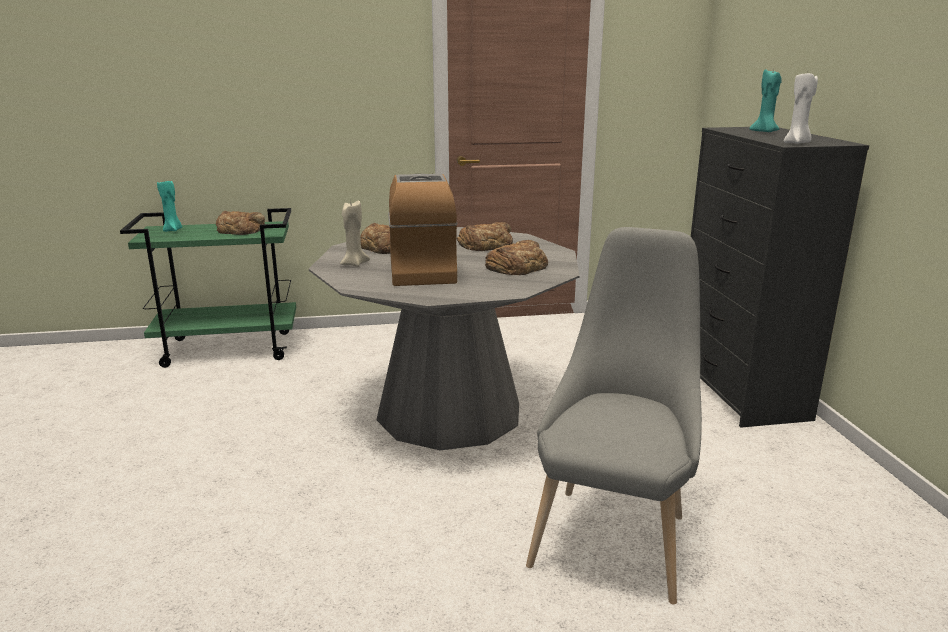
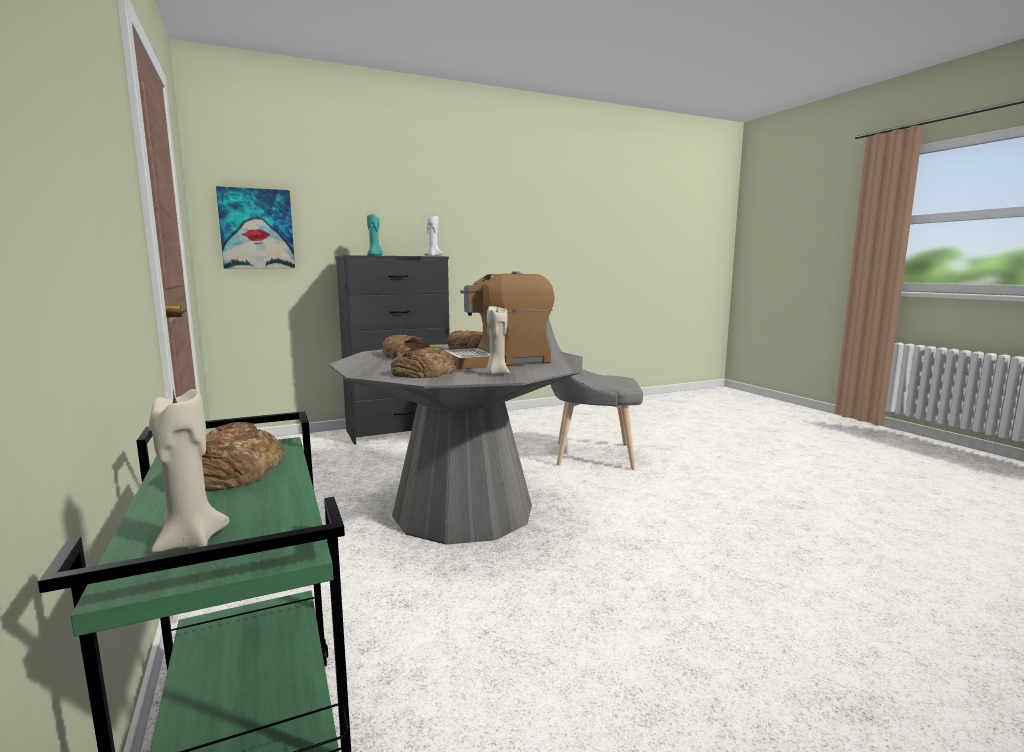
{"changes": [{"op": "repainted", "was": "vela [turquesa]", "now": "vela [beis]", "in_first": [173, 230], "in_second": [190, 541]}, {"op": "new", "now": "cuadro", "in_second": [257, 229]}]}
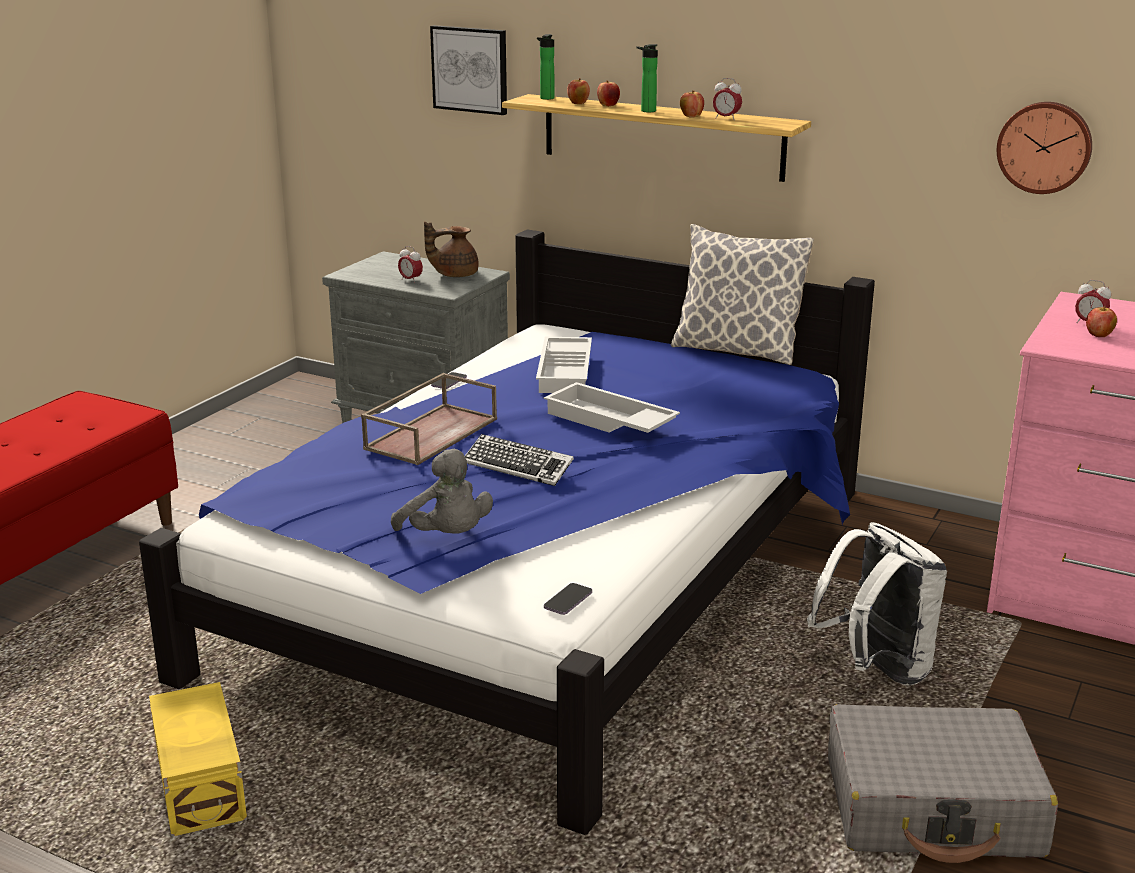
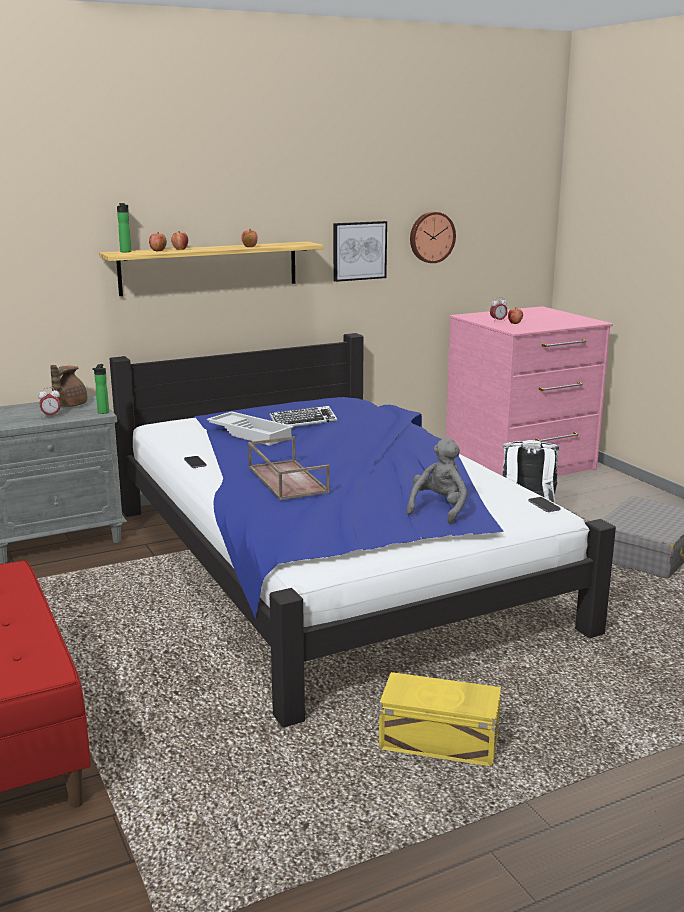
{"changes": [{"op": "shifted", "was": "cuadro", "in_first": [470, 69], "in_second": [359, 250]}, {"op": "shifted", "was": "botella", "in_first": [646, 111], "in_second": [102, 413]}, {"op": "gone", "was": "despertador", "in_first": [726, 118]}, {"op": "gone", "was": "cojín", "in_first": [736, 351]}, {"op": "gone", "was": "bandeja [blanco]", "in_first": [608, 421]}, {"op": "shifted", "was": "teclado", "in_first": [518, 467], "in_second": [303, 421]}, {"op": "rotated", "was": "peluche [gris]", "in_first": [447, 536], "in_second": [439, 509], "clockwise": -60}]}
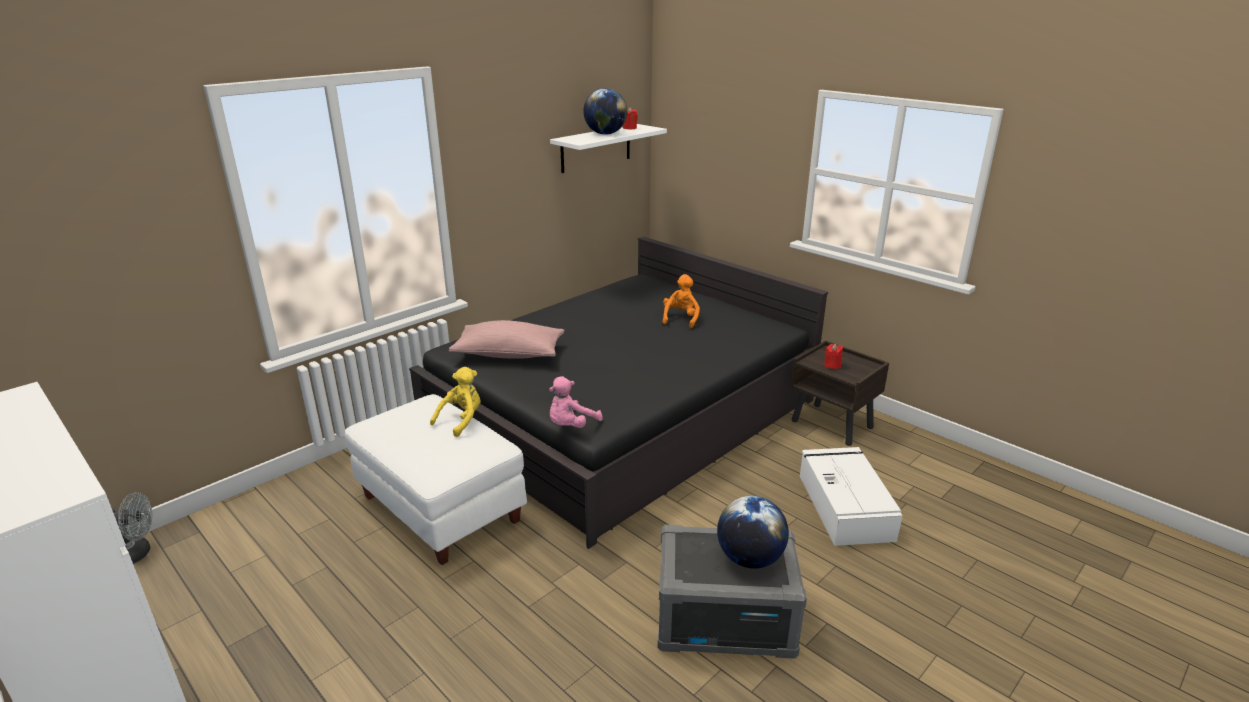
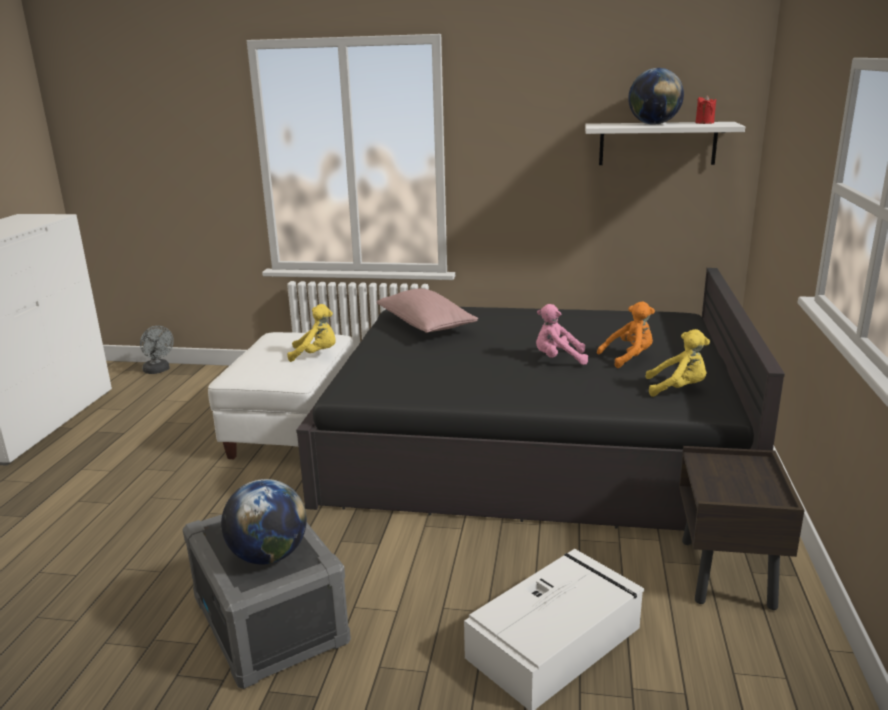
{"changes": [{"op": "gone", "was": "vela [rojo]", "in_first": [832, 365]}, {"op": "shifted", "was": "peluche [rosa]", "in_first": [571, 425], "in_second": [558, 359]}, {"op": "new", "now": "peluche [amarillo]", "in_second": [678, 389]}]}
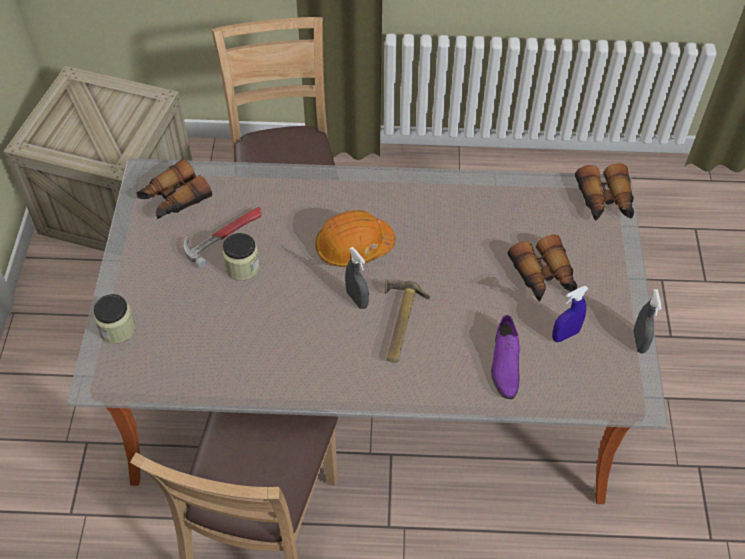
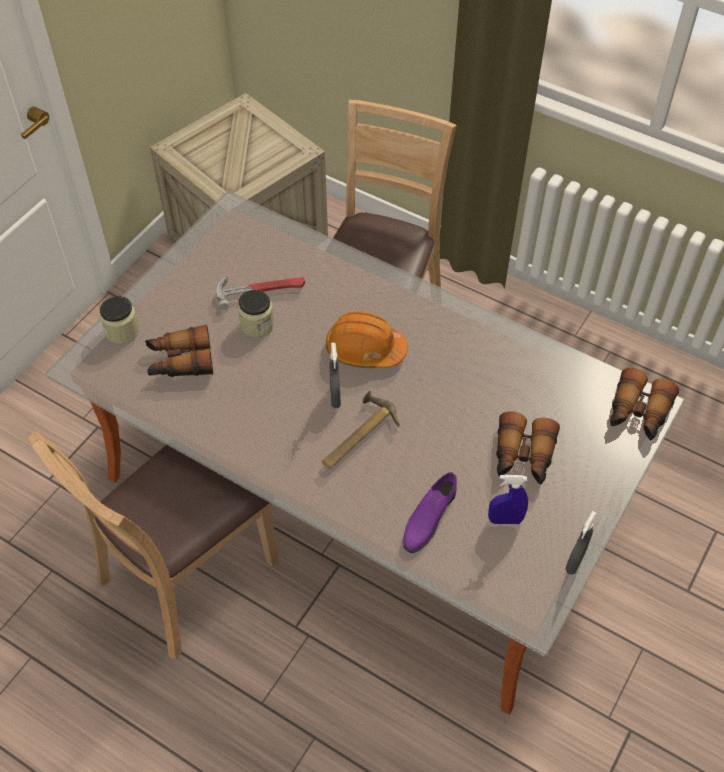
{"changes": [{"op": "shifted", "was": "prismáticos", "in_first": [174, 199], "in_second": [180, 361]}]}
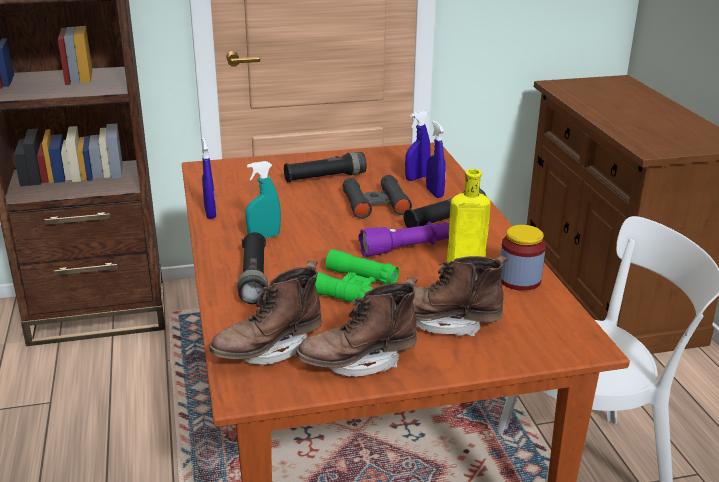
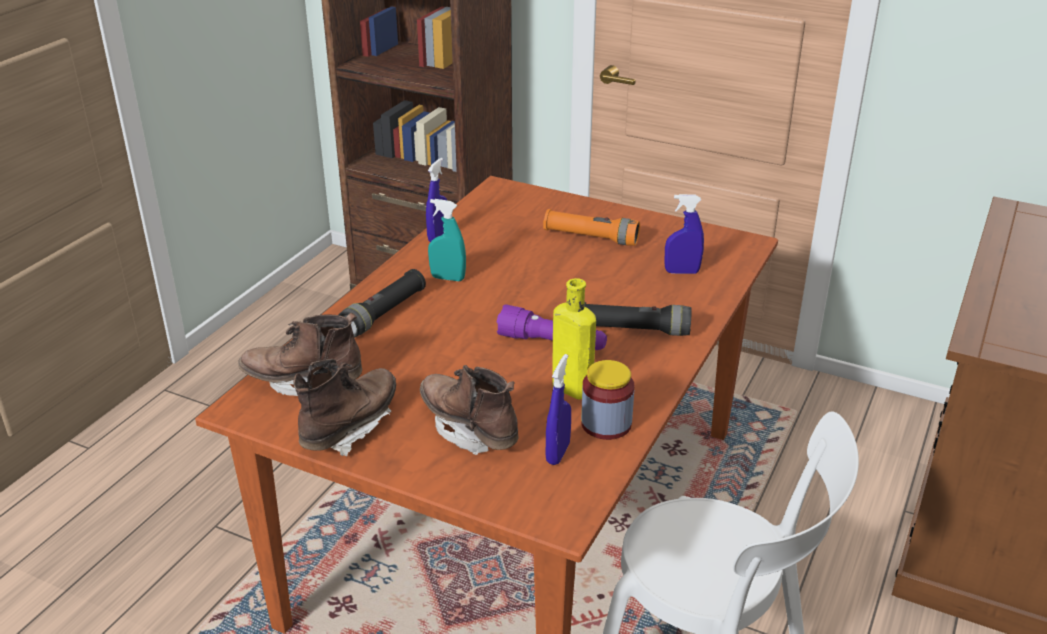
{"changes": [{"op": "shifted", "was": "pulverizador [azul]", "in_first": [434, 193], "in_second": [558, 453]}, {"op": "repainted", "was": "linterna [negro]", "now": "linterna [naranja]", "in_first": [325, 177], "in_second": [591, 238]}, {"op": "gone", "was": "prismáticos [negro]", "in_first": [375, 203]}, {"op": "gone", "was": "prismáticos [verde]", "in_first": [351, 287]}, {"op": "rotated", "was": "bota [marrón]", "in_first": [358, 361], "in_second": [350, 427], "clockwise": 105}]}
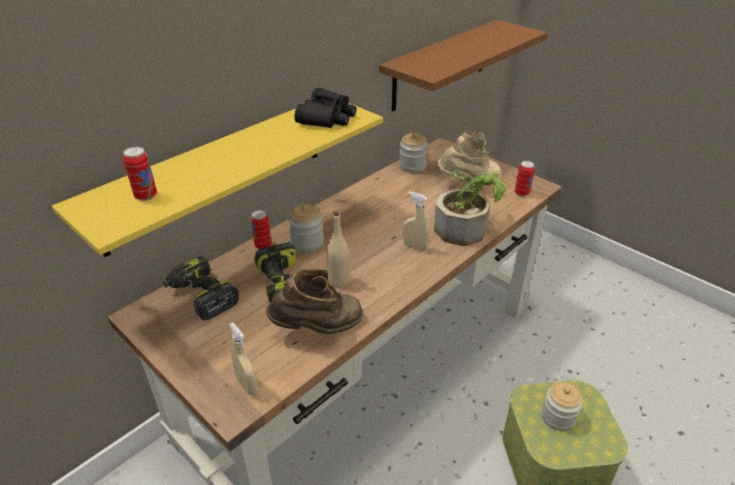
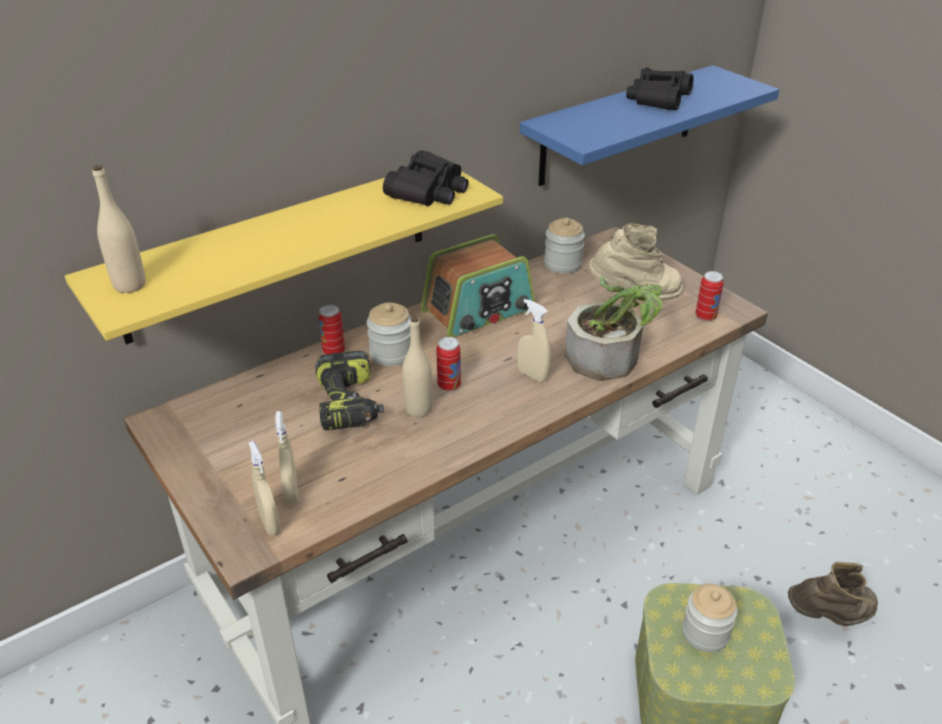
{"changes": [{"op": "repainted", "was": "estante [marrón]", "now": "estante [azul]", "in_first": [441, 65], "in_second": [619, 125]}, {"op": "shifted", "was": "lata", "in_first": [146, 196], "in_second": [449, 385]}, {"op": "gone", "was": "taladro", "in_first": [201, 296]}, {"op": "shifted", "was": "bota [marrón]", "in_first": [318, 328], "in_second": [829, 617]}, {"op": "new", "now": "prismáticos [negro]", "in_second": [658, 99]}, {"op": "new", "now": "botella [beis]", "in_second": [130, 285]}, {"op": "new", "now": "radio", "in_second": [479, 310]}, {"op": "new", "now": "pulverizador [beis]", "in_second": [291, 492]}]}
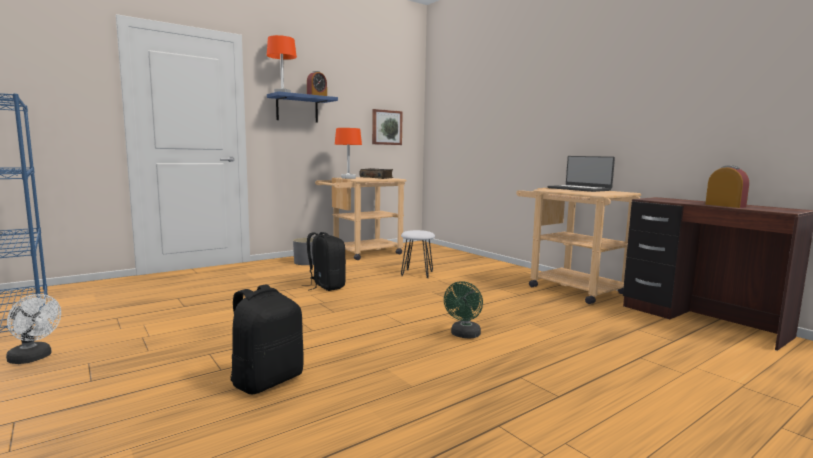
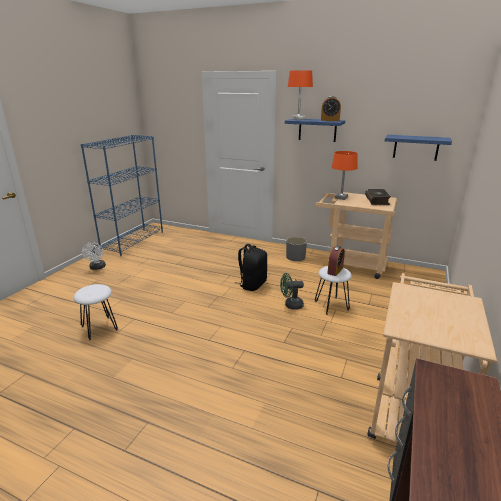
{"changes": [{"op": "swapped", "was": "cuadro", "now": "estante [azul]", "in_first": [386, 127], "in_second": [416, 147]}, {"op": "gone", "was": "portátil", "in_first": [579, 189]}, {"op": "shifted", "was": "despertador", "in_first": [725, 205], "in_second": [335, 270]}, {"op": "shifted", "was": "ventilador [verde]", "in_first": [464, 335], "in_second": [291, 305]}, {"op": "swapped", "was": "mochila [negro]", "now": "taburete [blanco]", "in_first": [267, 380], "in_second": [100, 328]}]}
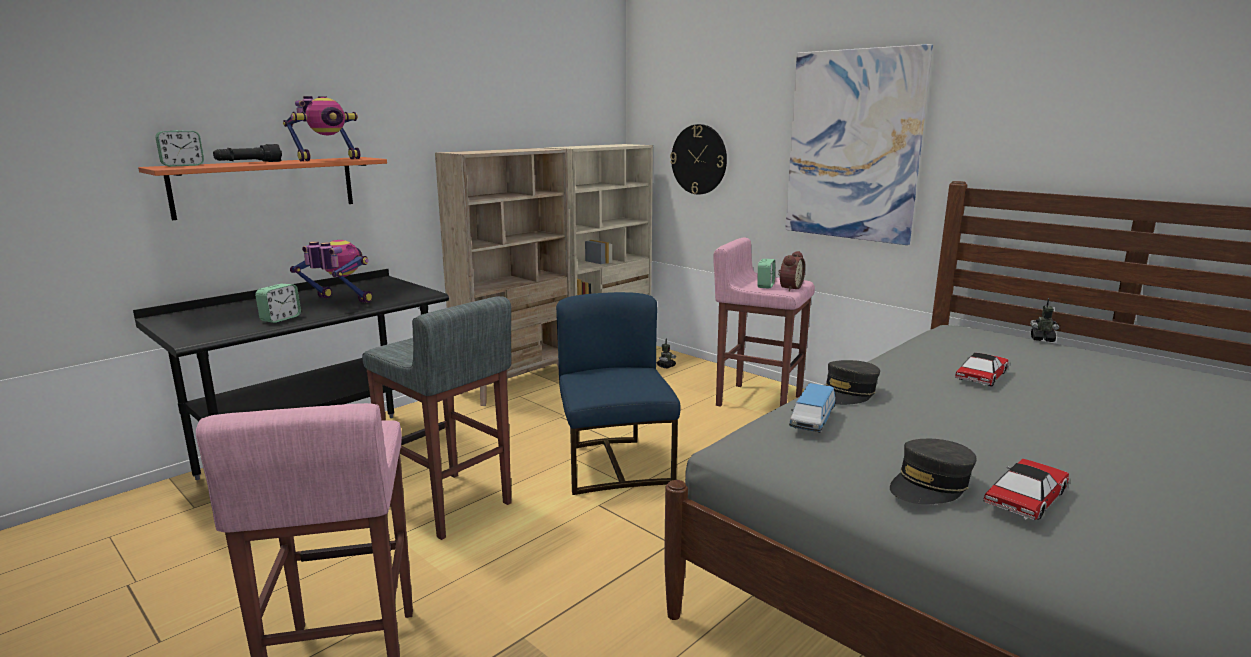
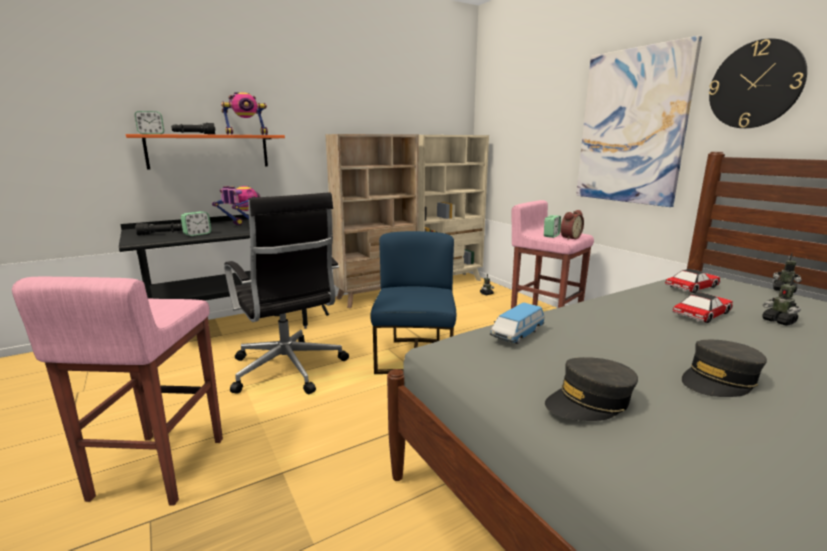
{"changes": [{"op": "shifted", "was": "reloj de pared", "in_first": [699, 159], "in_second": [755, 85]}, {"op": "swapped", "was": "taburete [gris]", "now": "silla de oficina [negro]", "in_first": [448, 505], "in_second": [288, 370]}, {"op": "shifted", "was": "gorra [gris]", "in_first": [848, 393], "in_second": [719, 380]}, {"op": "shifted", "was": "coche de juguete", "in_first": [1025, 499], "in_second": [692, 287]}, {"op": "new", "now": "linterna [negro]", "in_second": [161, 234]}, {"op": "new", "now": "robot de juguete", "in_second": [778, 321]}]}
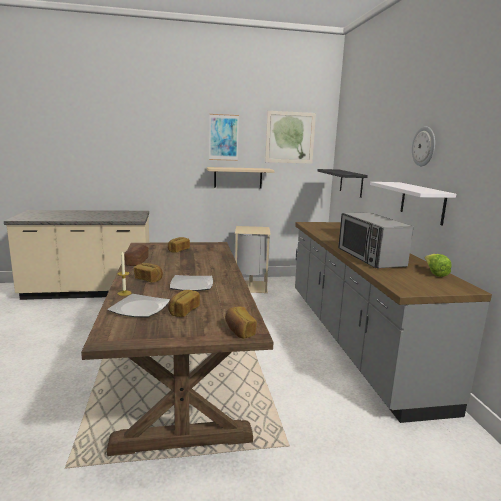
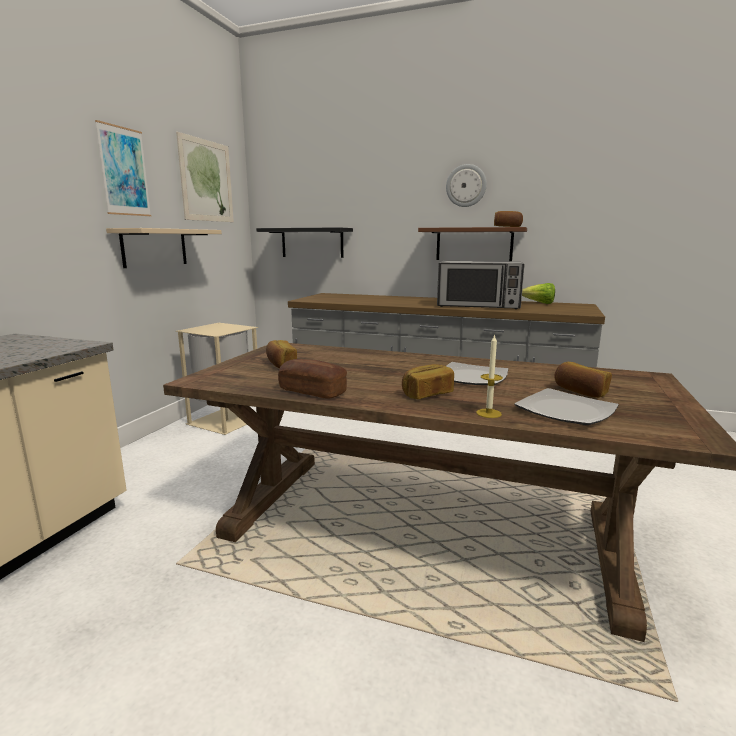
{"changes": [{"op": "repainted", "was": "estante [blanco]", "now": "estante [marrón]", "in_first": [422, 202], "in_second": [474, 244]}, {"op": "shifted", "was": "pan", "in_first": [239, 331], "in_second": [507, 227]}]}
